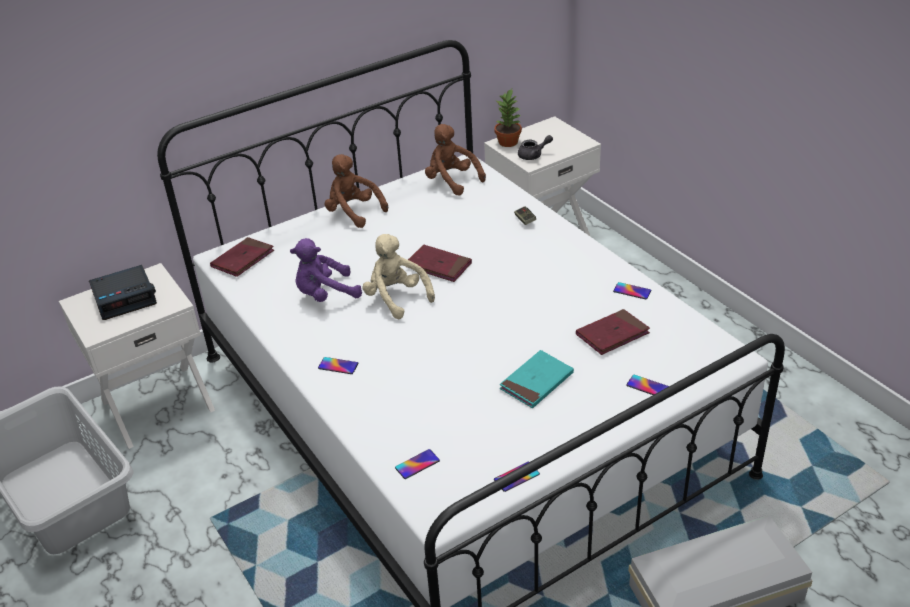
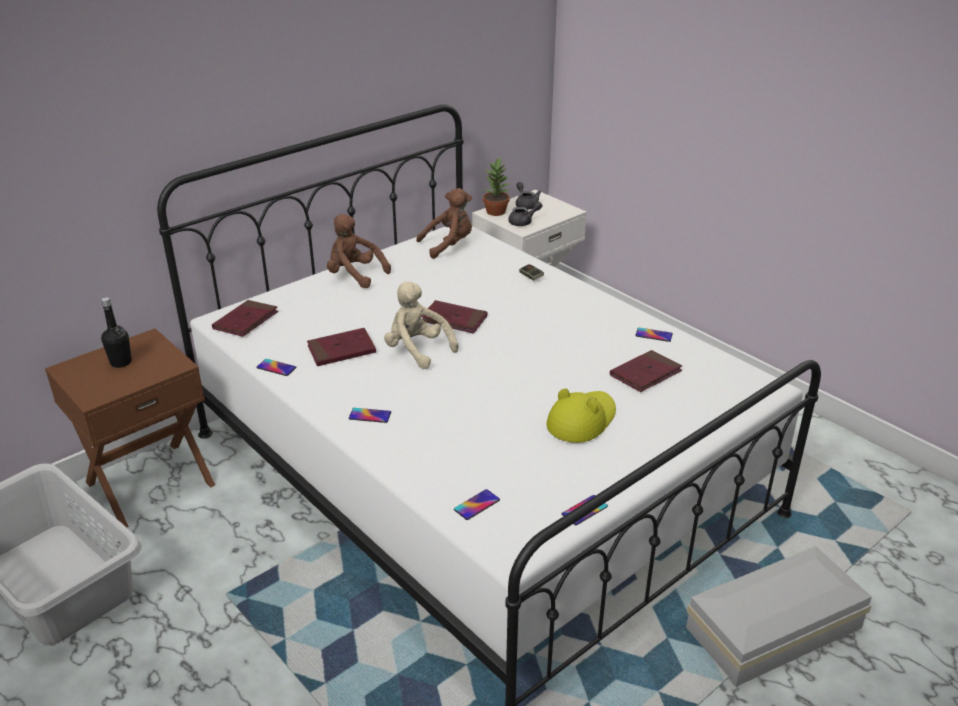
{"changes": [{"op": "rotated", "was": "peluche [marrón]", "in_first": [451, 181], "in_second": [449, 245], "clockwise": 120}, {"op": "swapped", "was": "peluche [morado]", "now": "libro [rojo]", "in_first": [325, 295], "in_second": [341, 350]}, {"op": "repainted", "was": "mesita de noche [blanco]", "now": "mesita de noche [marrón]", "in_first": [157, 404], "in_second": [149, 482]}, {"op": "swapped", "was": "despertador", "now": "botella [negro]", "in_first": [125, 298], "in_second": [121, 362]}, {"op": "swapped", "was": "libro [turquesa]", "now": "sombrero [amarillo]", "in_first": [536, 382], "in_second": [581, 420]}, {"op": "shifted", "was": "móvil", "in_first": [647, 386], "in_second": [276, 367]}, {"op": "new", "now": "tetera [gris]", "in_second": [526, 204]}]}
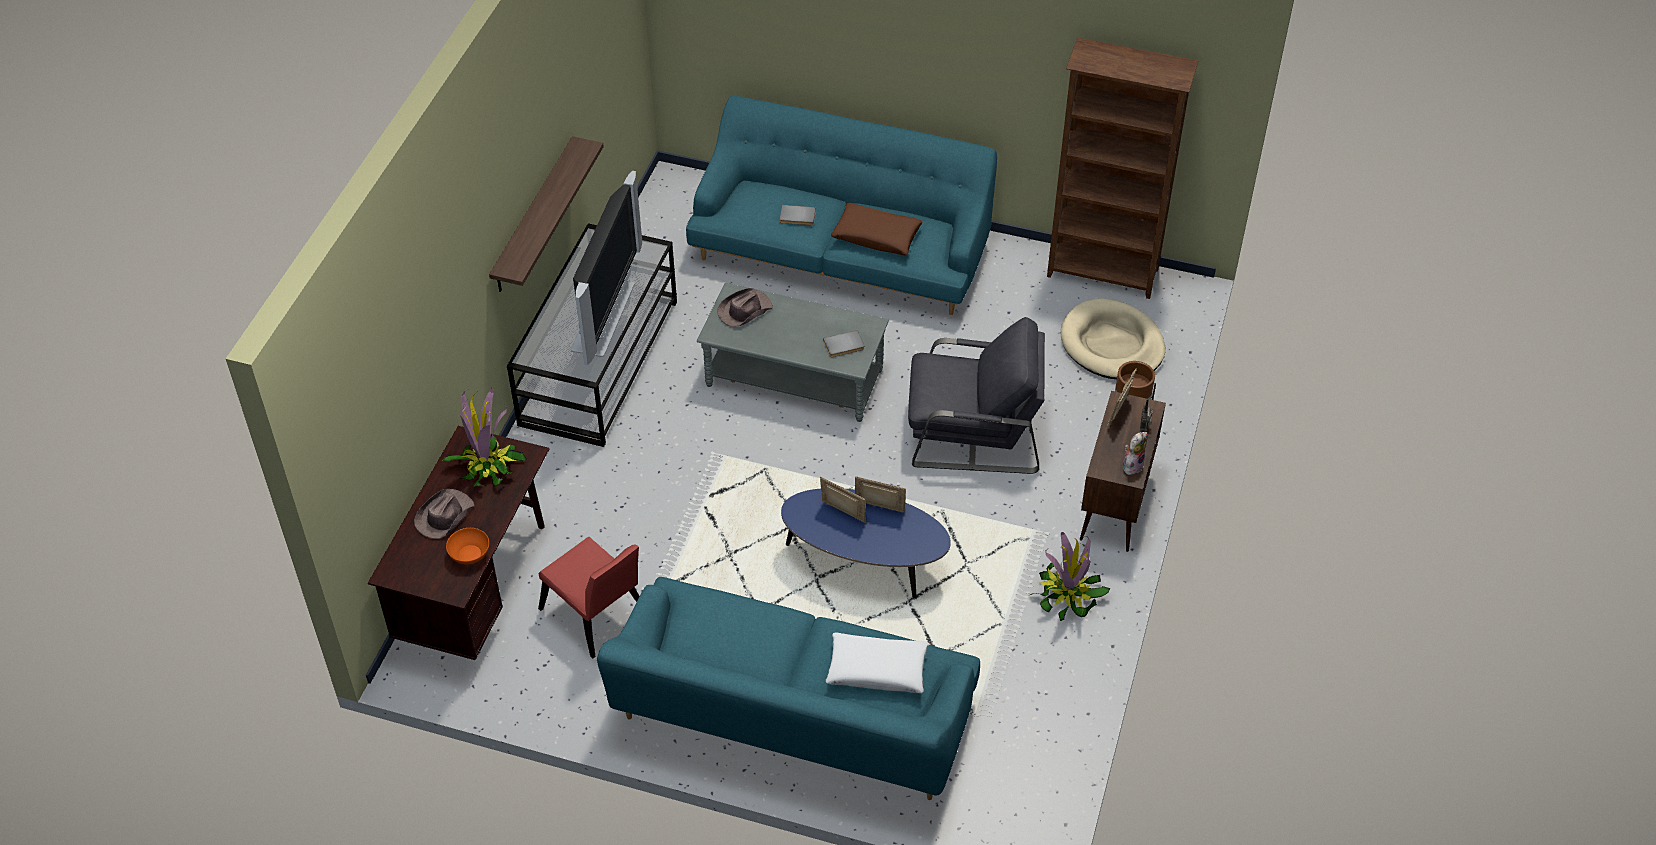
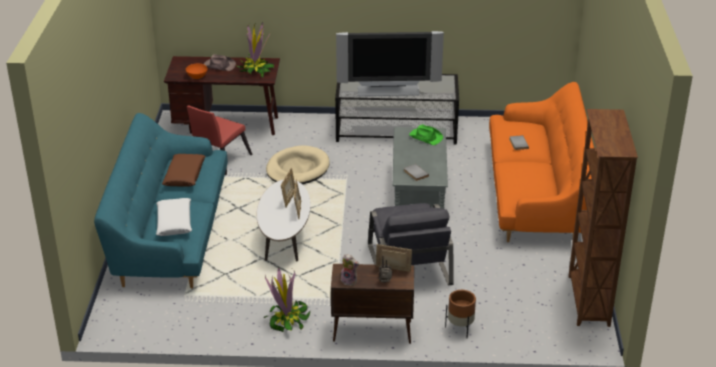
{"changes": [{"op": "repainted", "was": "sofá [turquesa]", "now": "sofá [naranja]", "in_first": [841, 251], "in_second": [536, 192]}, {"op": "gone", "was": "estante", "in_first": [533, 216]}, {"op": "shifted", "was": "cojín [marrón]", "in_first": [876, 236], "in_second": [184, 175]}, {"op": "repainted", "was": "sombrero [marrón]", "now": "sombrero [verde]", "in_first": [744, 310], "in_second": [425, 137]}, {"op": "shifted", "was": "cama para perro [beis]", "in_first": [1112, 344], "in_second": [297, 169]}, {"op": "repainted", "was": "mesa de centro [azul]", "now": "mesa de centro [blanco]", "in_first": [864, 564], "in_second": [284, 239]}]}
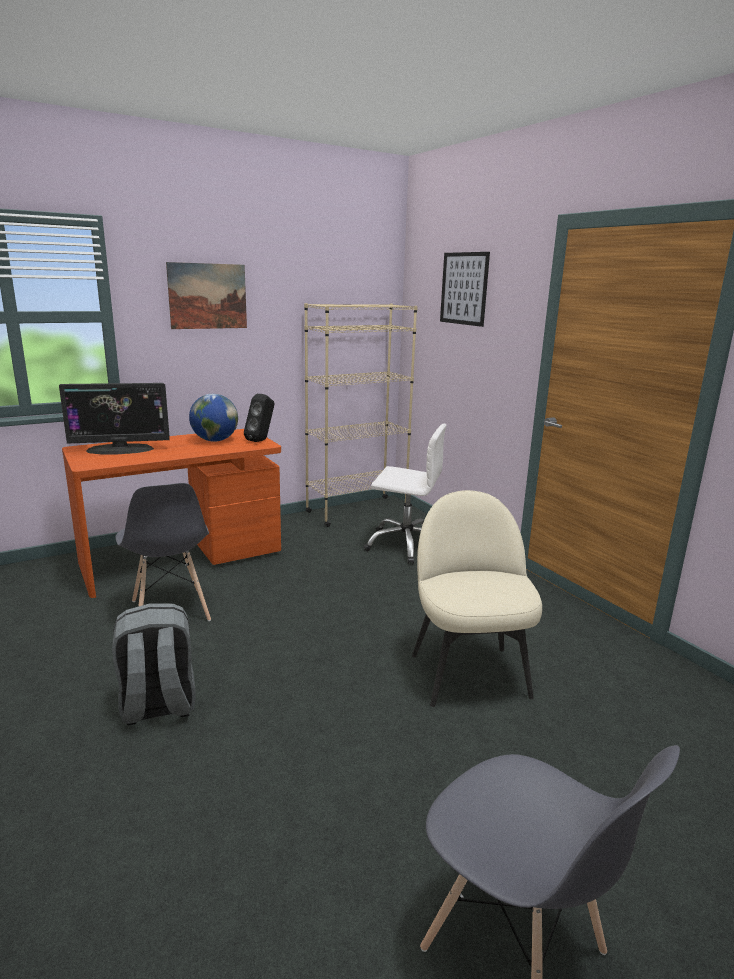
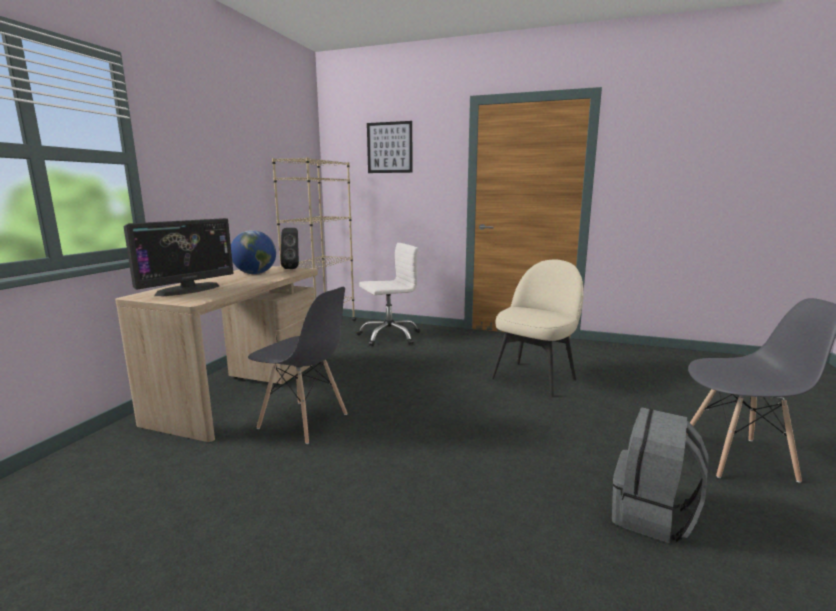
{"changes": [{"op": "gone", "was": "cuadro", "in_first": [208, 296]}, {"op": "repainted", "was": "escritorio [naranja]", "now": "escritorio [beis]", "in_first": [182, 558], "in_second": [242, 391]}, {"op": "rotated", "was": "silla [beis]", "in_first": [468, 673], "in_second": [534, 378], "clockwise": 90}, {"op": "shifted", "was": "mochila [gris]", "in_first": [158, 706], "in_second": [652, 516]}]}
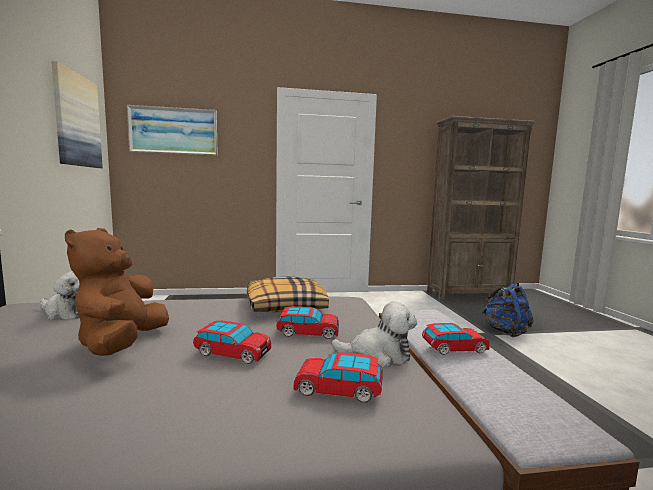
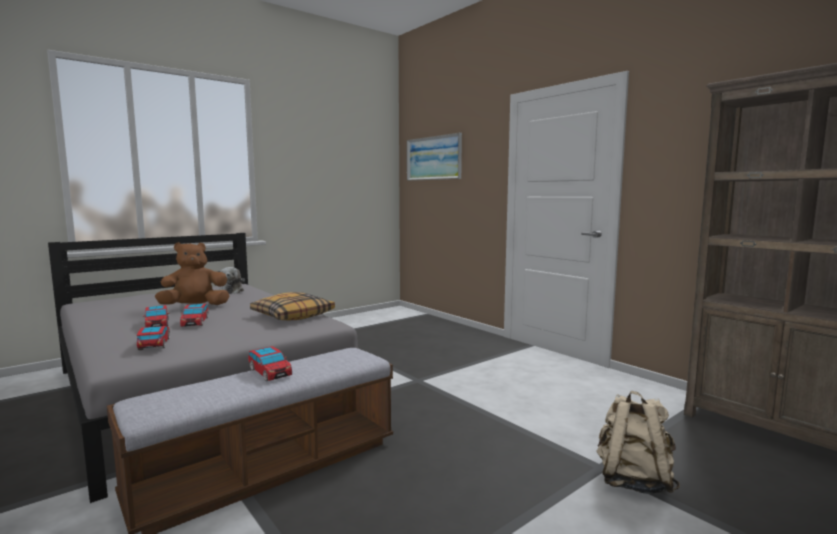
{"changes": [{"op": "gone", "was": "cuadro", "in_first": [77, 120]}, {"op": "repainted", "was": "mochila [azul]", "now": "mochila [beis]", "in_first": [505, 332], "in_second": [633, 481]}, {"op": "gone", "was": "peluche", "in_first": [378, 354]}, {"op": "shifted", "was": "coche de juguete", "in_first": [308, 332], "in_second": [157, 324]}]}
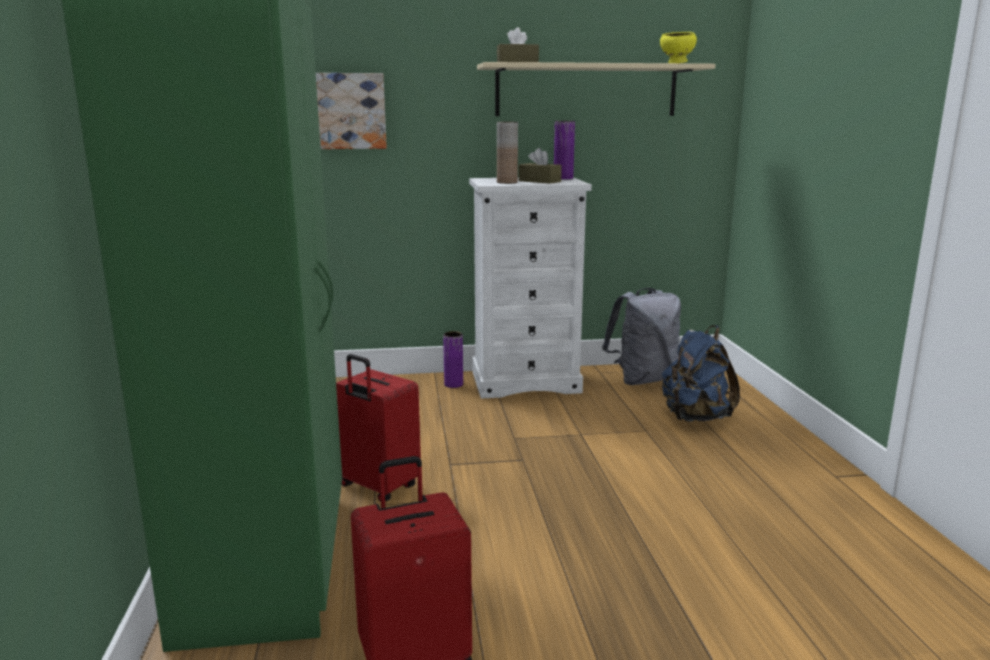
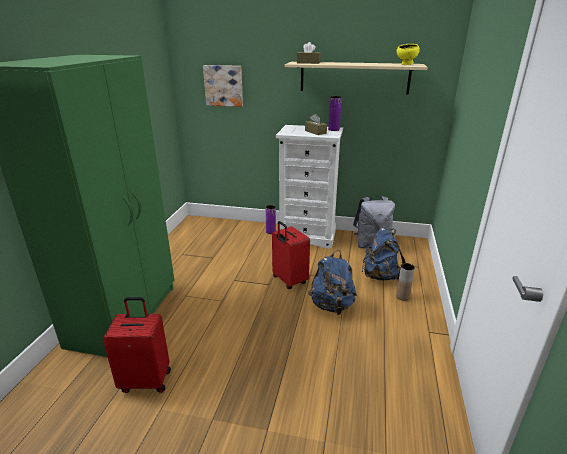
{"changes": [{"op": "shifted", "was": "florero [marrón]", "in_first": [507, 182], "in_second": [402, 297]}, {"op": "shifted", "was": "maleta [rojo]", "in_first": [378, 487], "in_second": [289, 281]}, {"op": "new", "now": "mochila [azul]", "in_second": [332, 306]}]}
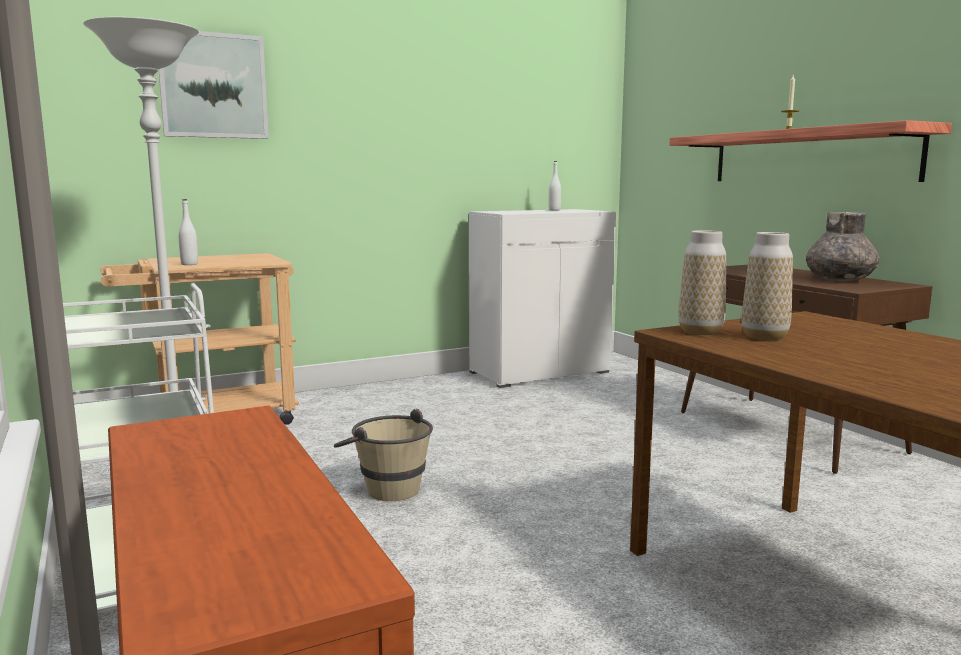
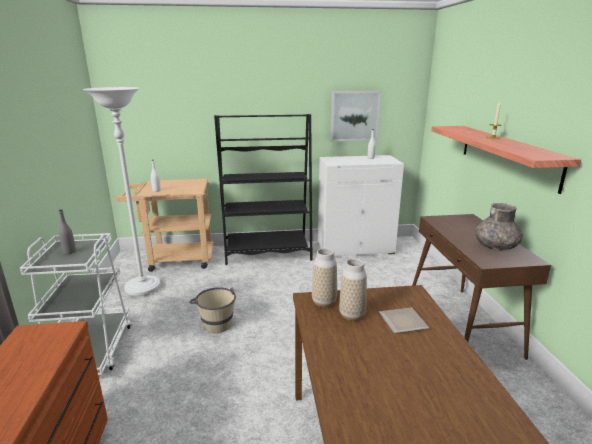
{"changes": [{"op": "shifted", "was": "cuadro", "in_first": [213, 86], "in_second": [354, 116]}, {"op": "new", "now": "estantería [negro]", "in_second": [267, 253]}, {"op": "new", "now": "botella [gris]", "in_second": [69, 252]}, {"op": "new", "now": "plato", "in_second": [403, 321]}]}
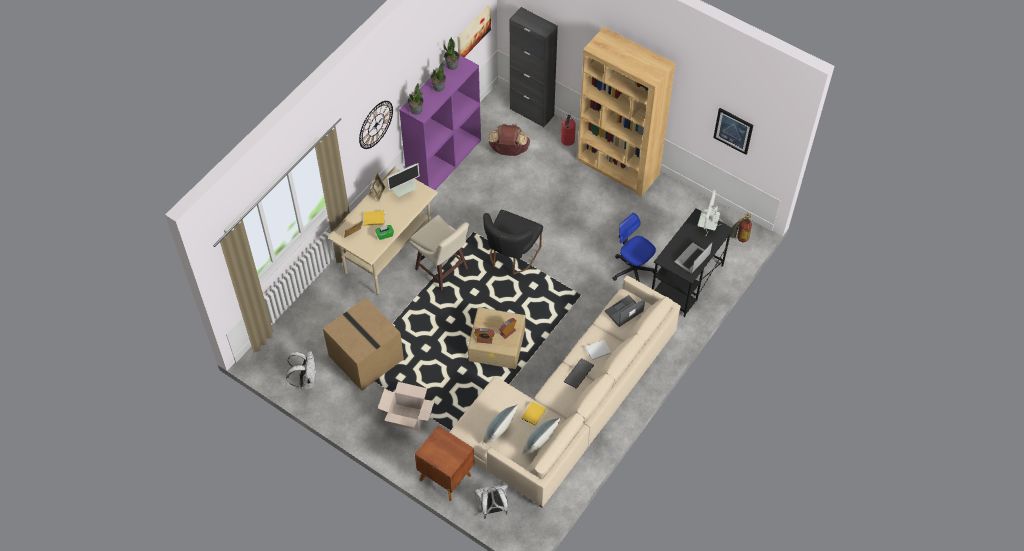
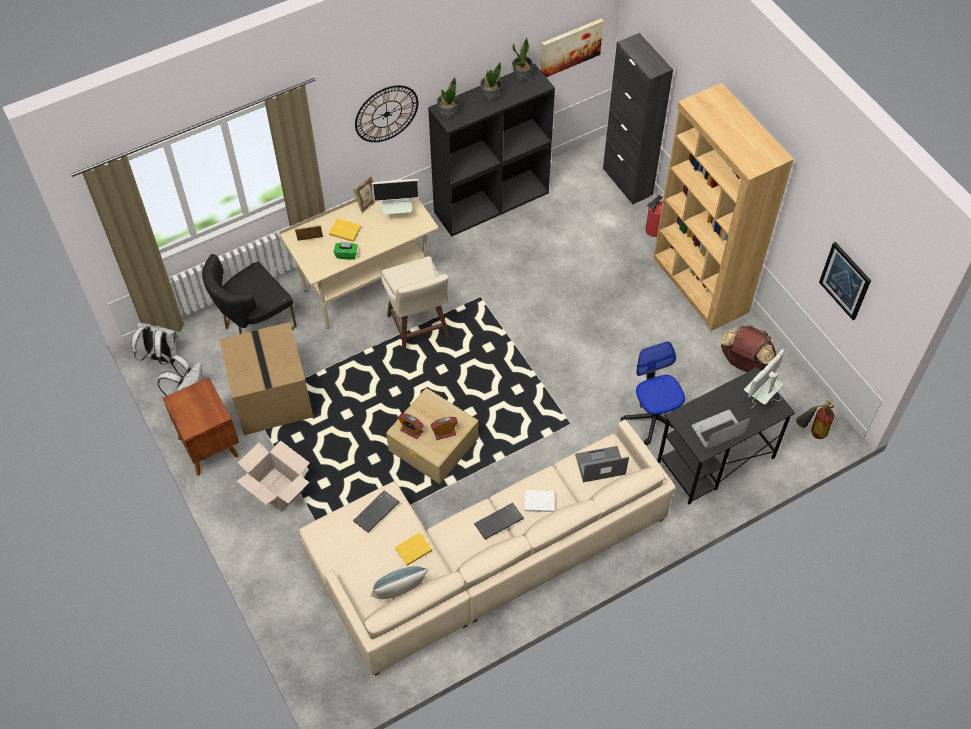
{"changes": [{"op": "repainted", "was": "estantería [morado]", "now": "estantería [negro]", "in_first": [444, 161], "in_second": [491, 201]}, {"op": "shifted", "was": "mochila [marrón]", "in_first": [509, 150], "in_second": [745, 362]}, {"op": "shifted", "was": "silla [negro]", "in_first": [511, 256], "in_second": [254, 325]}, {"op": "gone", "was": "cojín", "in_first": [499, 432]}, {"op": "shifted", "was": "mesita de noche [marrón]", "in_first": [445, 476], "in_second": [209, 446]}, {"op": "shifted", "was": "mochila [blanco]", "in_first": [493, 509], "in_second": [161, 357]}, {"op": "new", "now": "teclado", "in_second": [376, 513]}]}
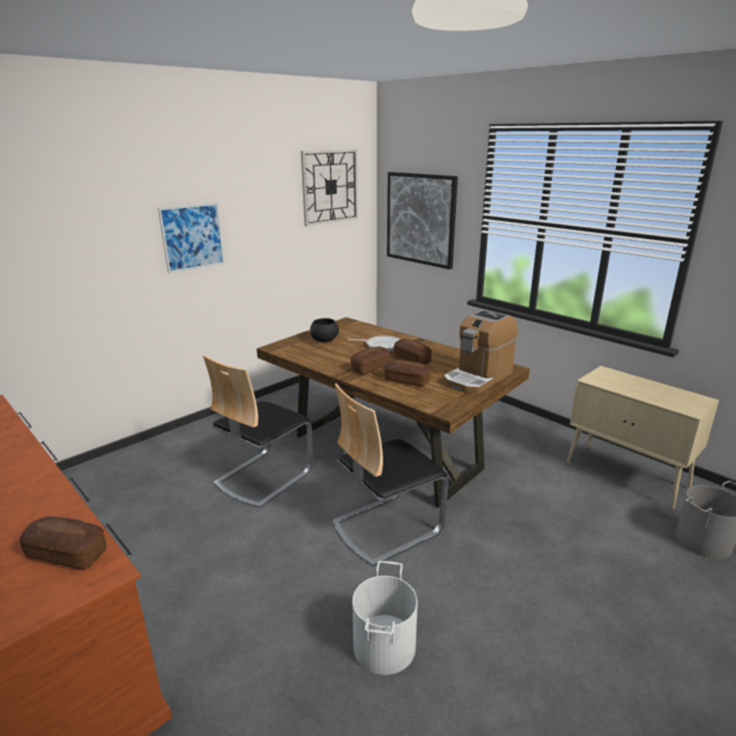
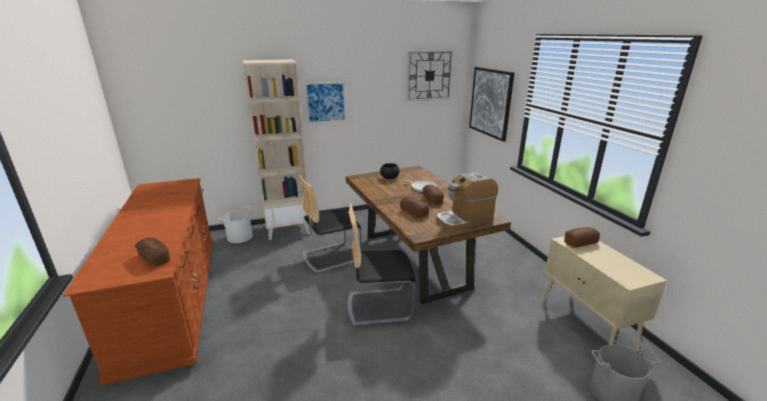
{"changes": [{"op": "shifted", "was": "pan", "in_first": [370, 367], "in_second": [580, 243]}, {"op": "shifted", "was": "cubo [blanco]", "in_first": [383, 646], "in_second": [239, 237]}, {"op": "new", "now": "estantería [beis]", "in_second": [288, 229]}]}
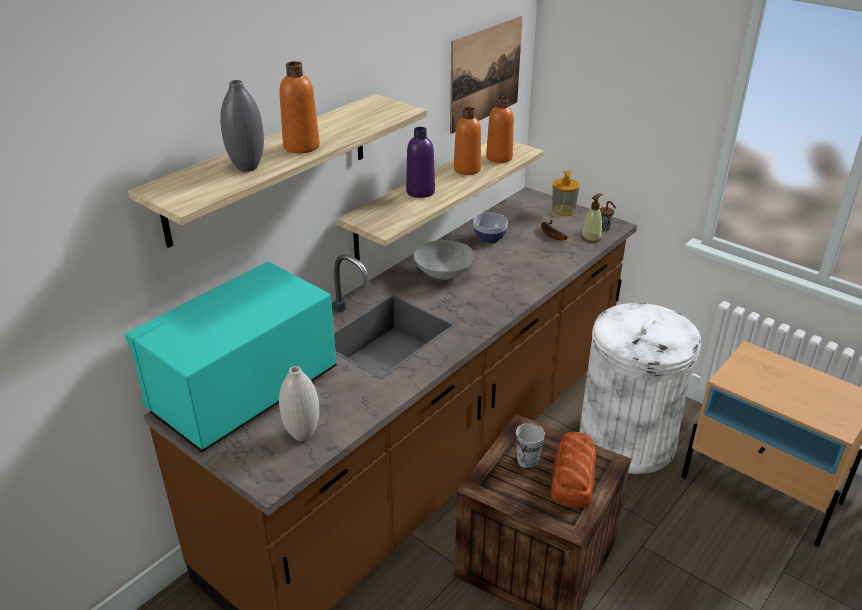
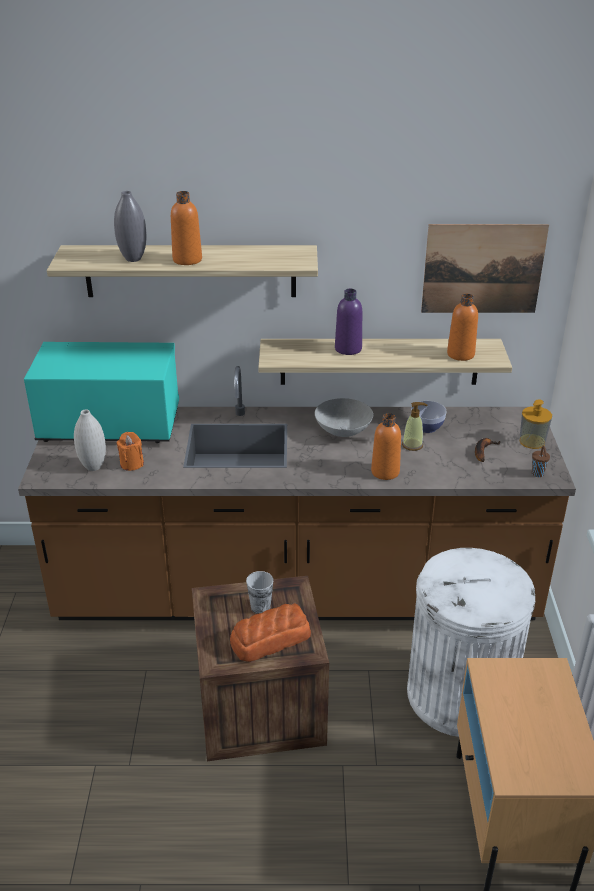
{"changes": [{"op": "shifted", "was": "botella [naranja]", "in_first": [467, 169], "in_second": [385, 472]}, {"op": "shifted", "was": "dispensador de jabón", "in_first": [591, 238], "in_second": [412, 445]}, {"op": "new", "now": "vela [naranja]", "in_second": [132, 464]}]}
